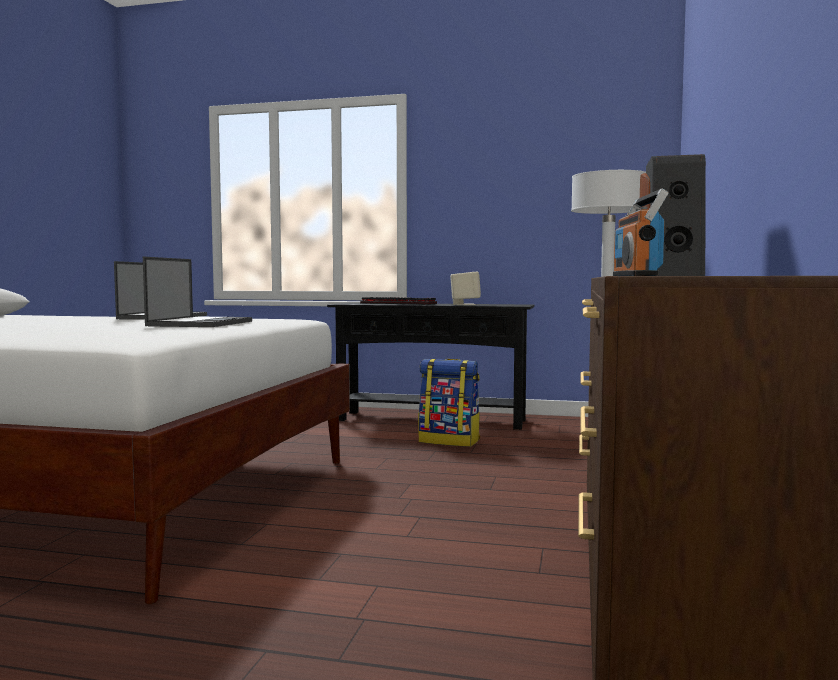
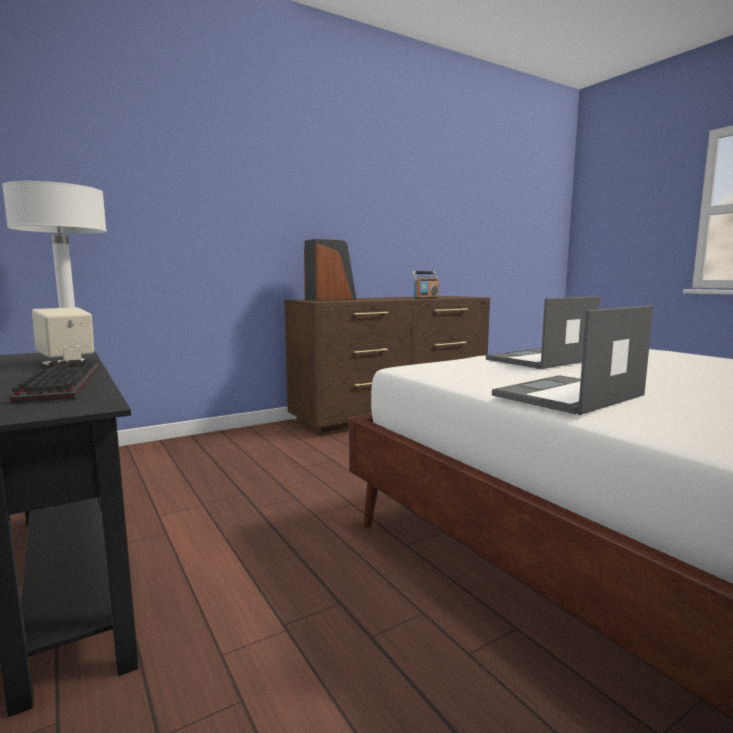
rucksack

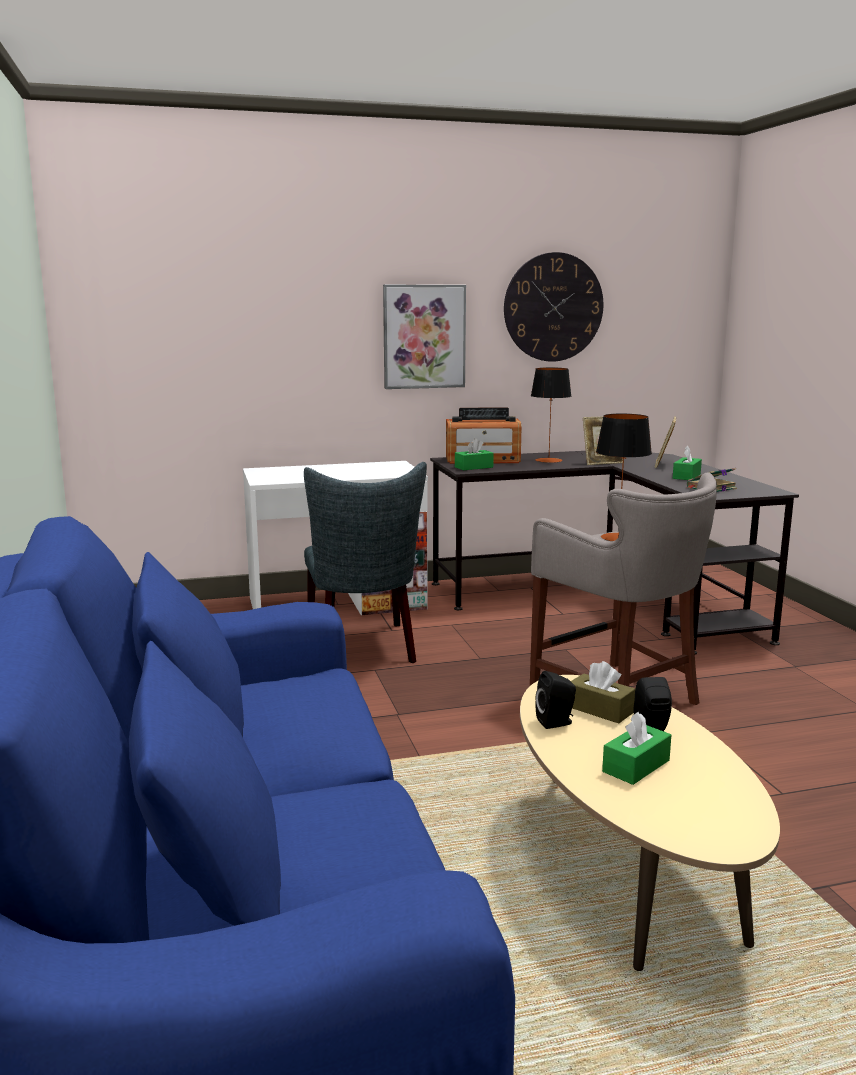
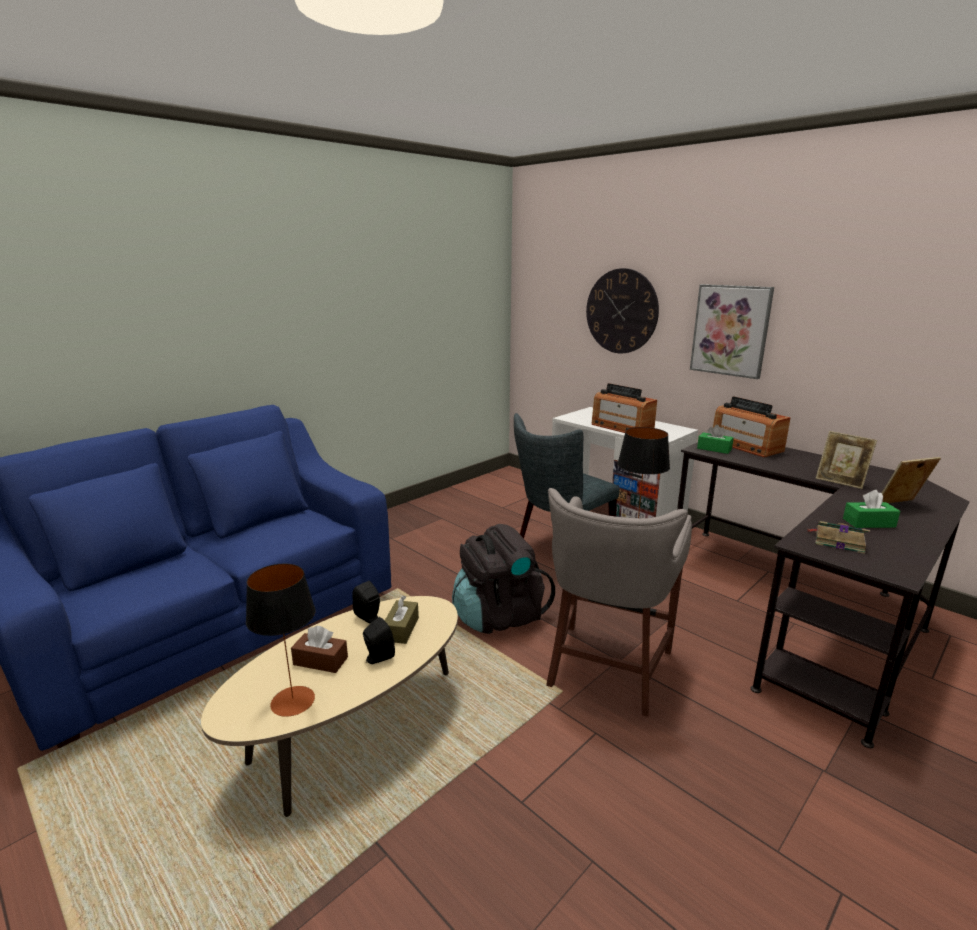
wall clock
table lamp (no. 1 from left)
tissue box (brown) (no. 1 from left)
radio set (no. 1 from left)
rucksack (blackish)

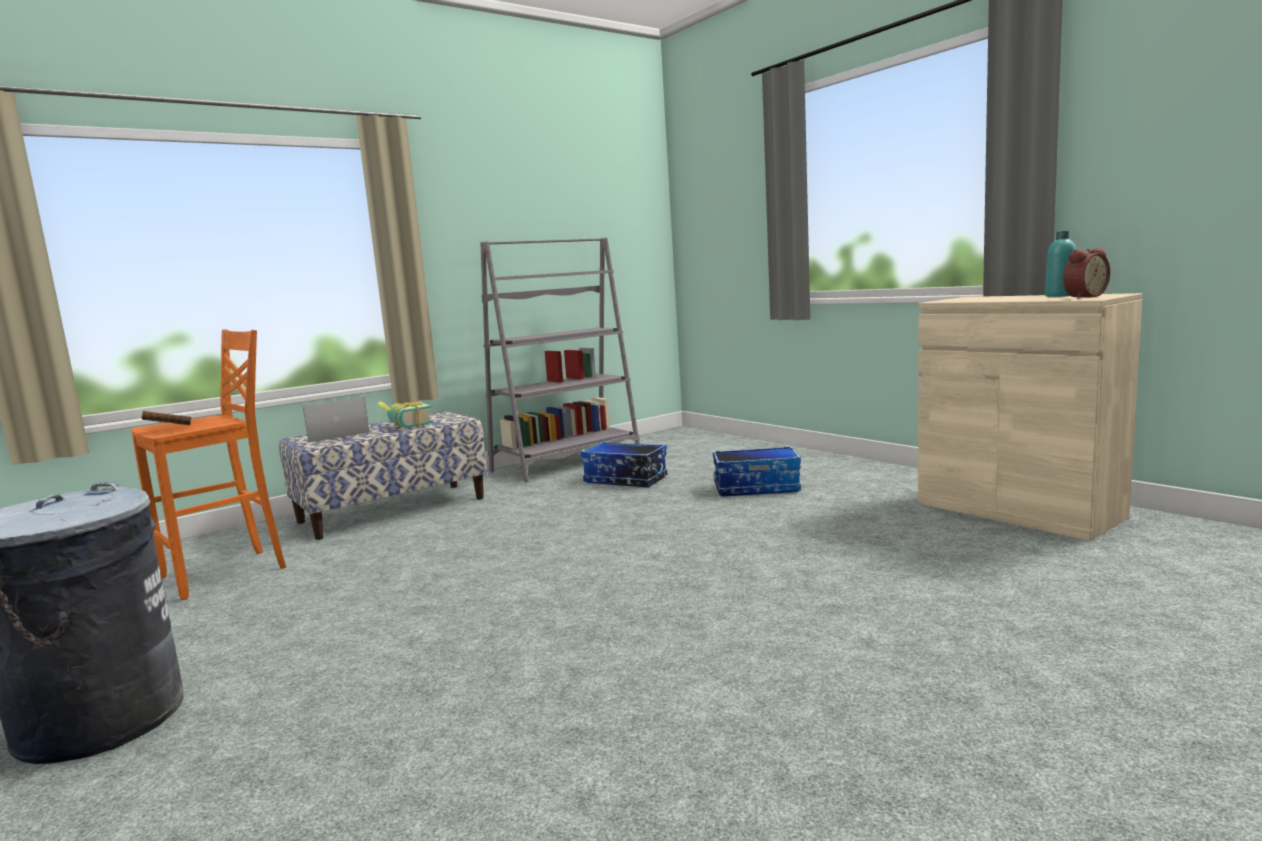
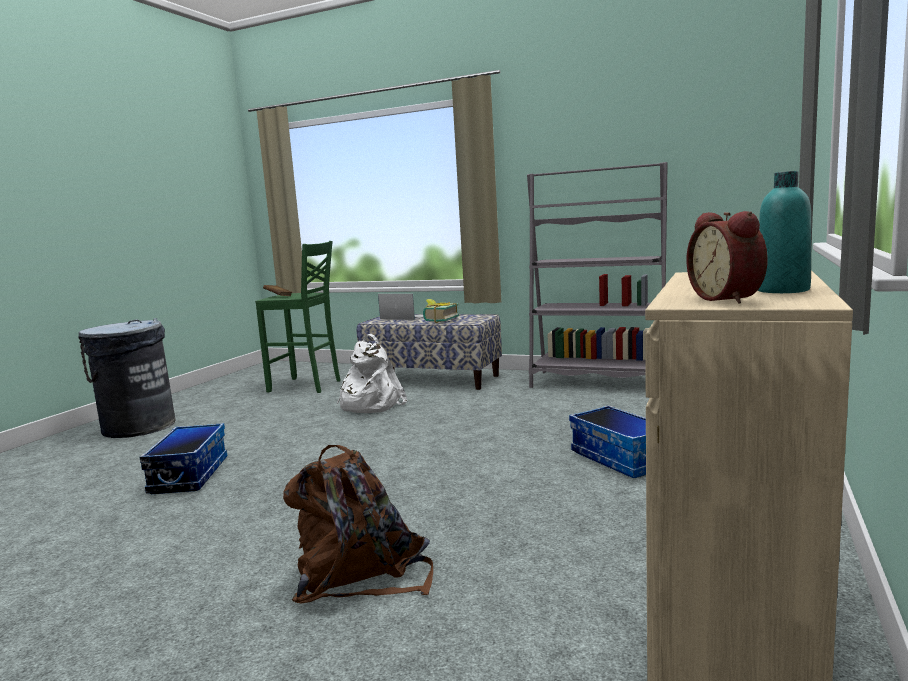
alarm clock
stool seat (greenish)
storage bin (no. 1 from left)
rucksack (whitish)
rucksack (brown)

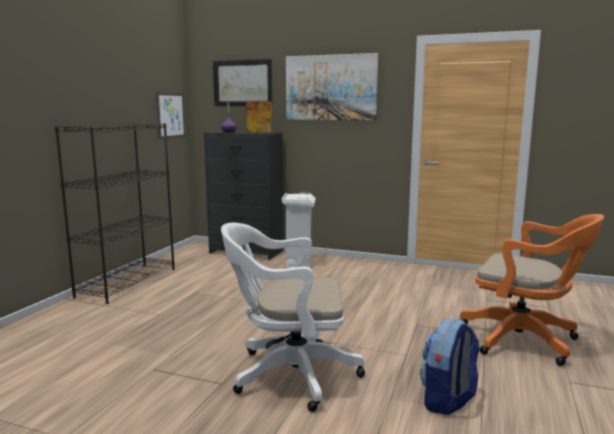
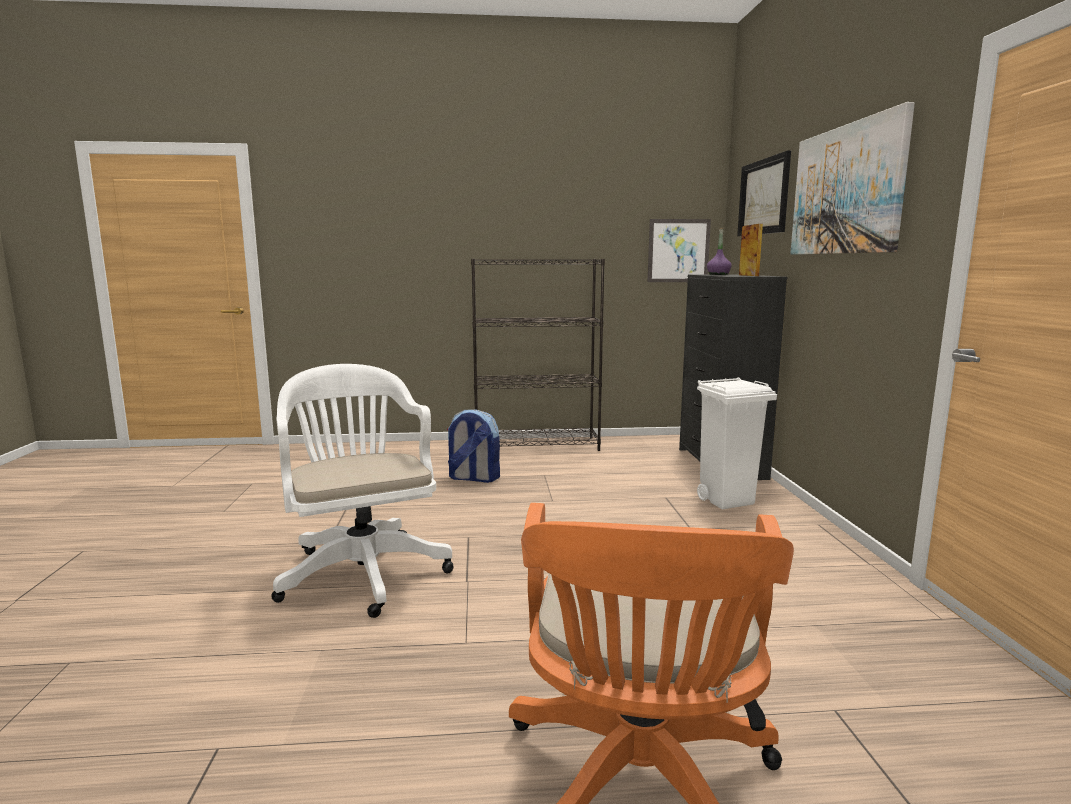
rucksack

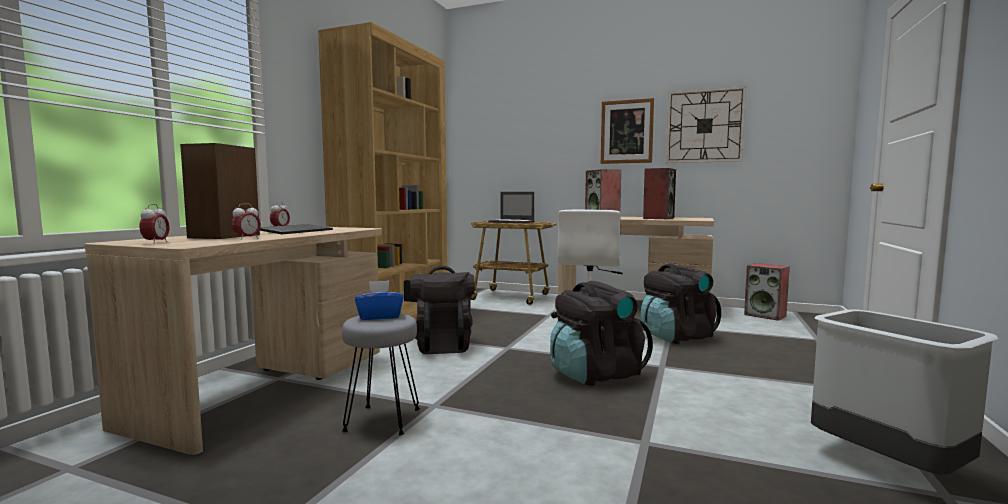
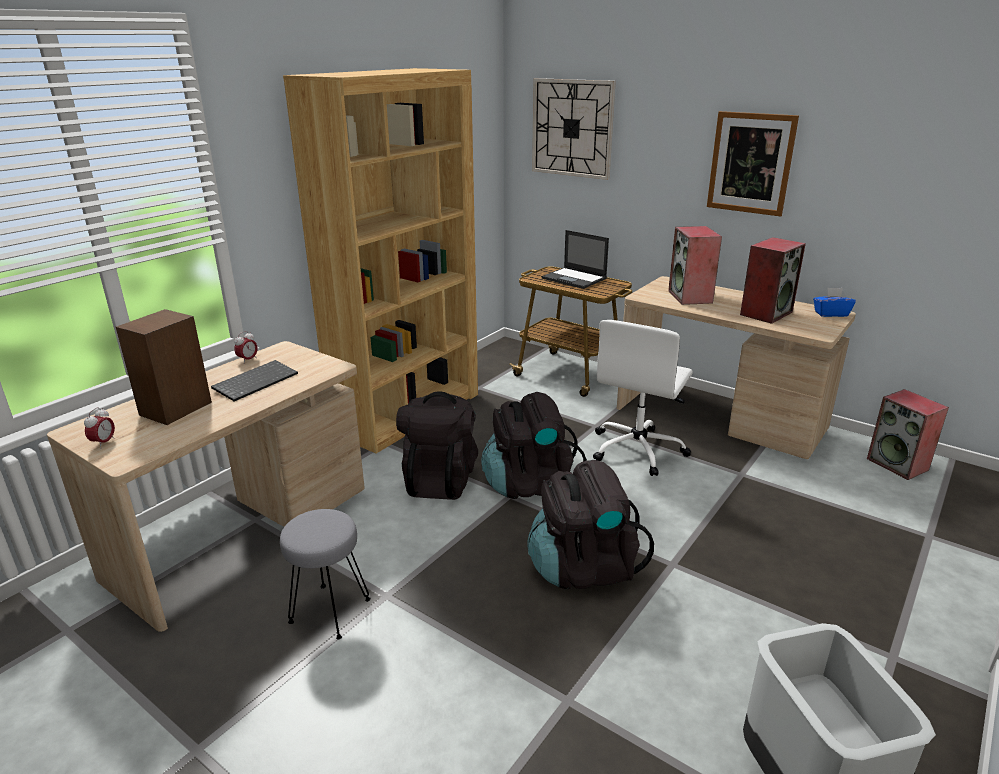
wall clock
alarm clock (no. 2 from left in the first image)
rucksack (blackish) (no. 2 from left)
tissue box (blue)

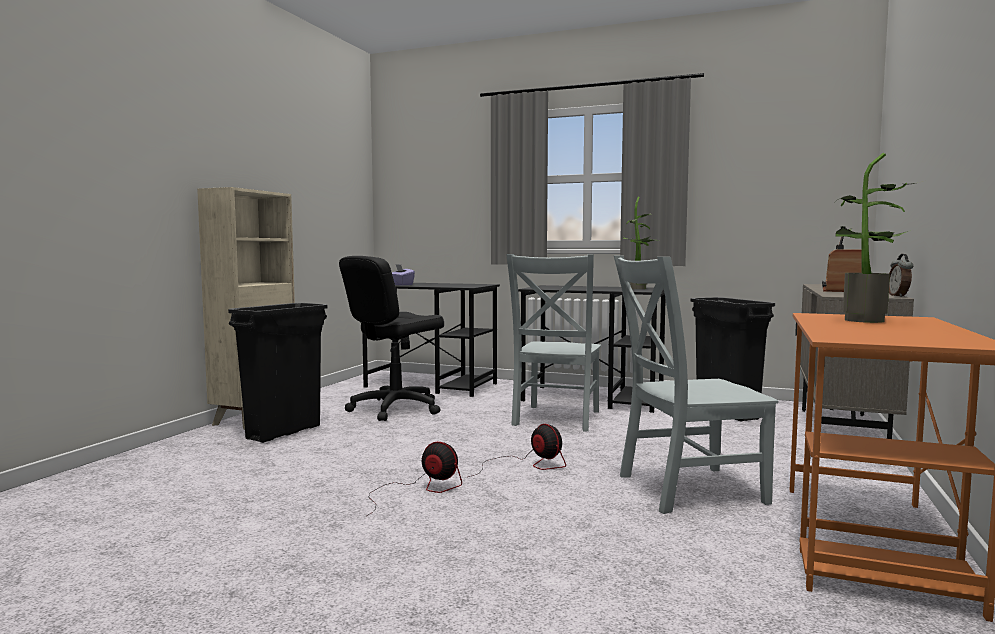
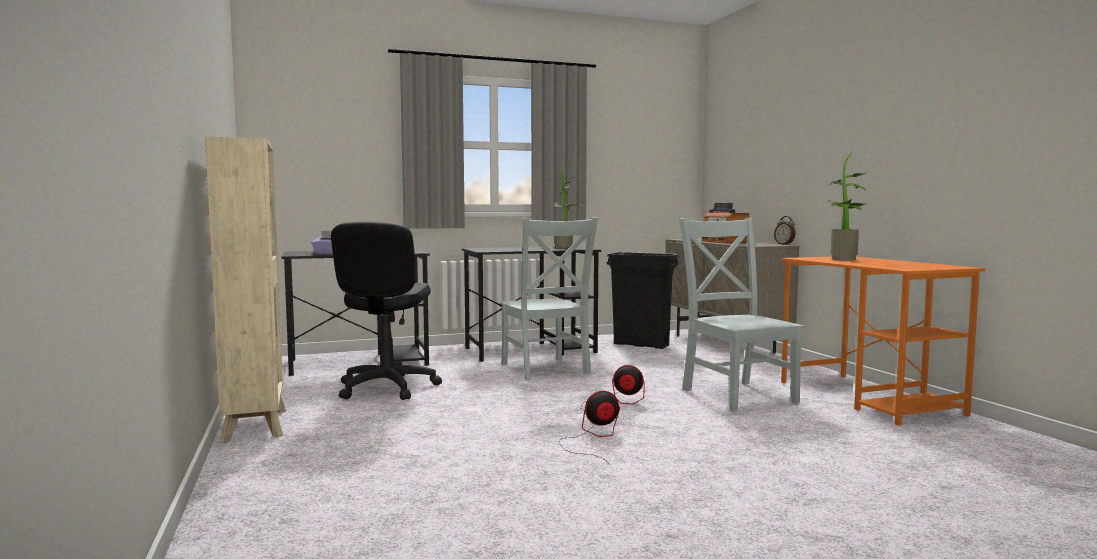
plain chair (greyish) (no. 2 from left)
waste bin (blackish) (no. 1 from left in the first image)

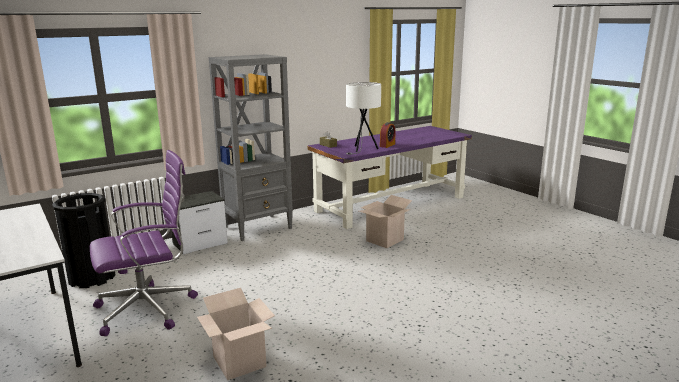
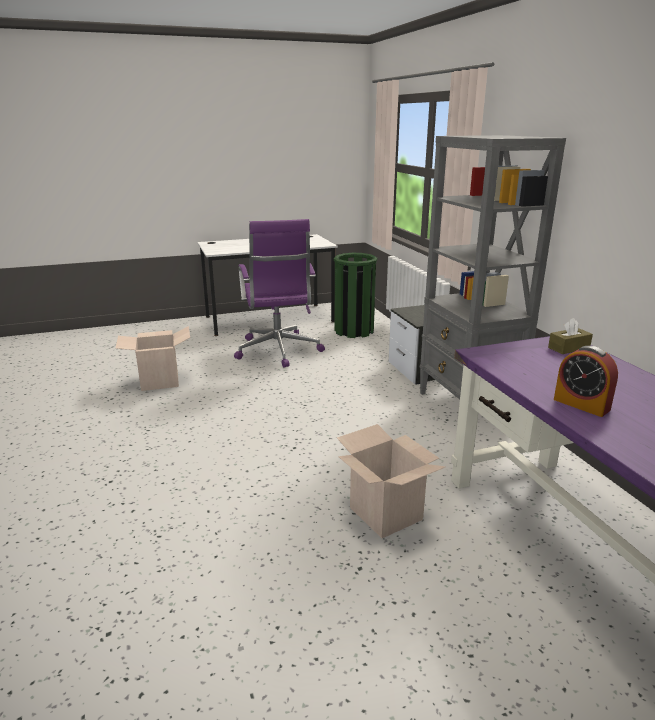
table lamp (whitish)
waste bin (greenish)

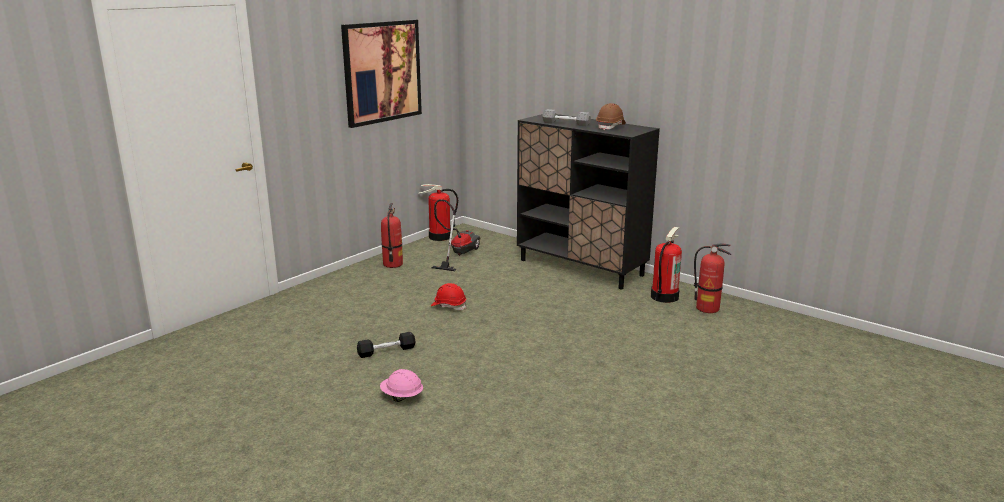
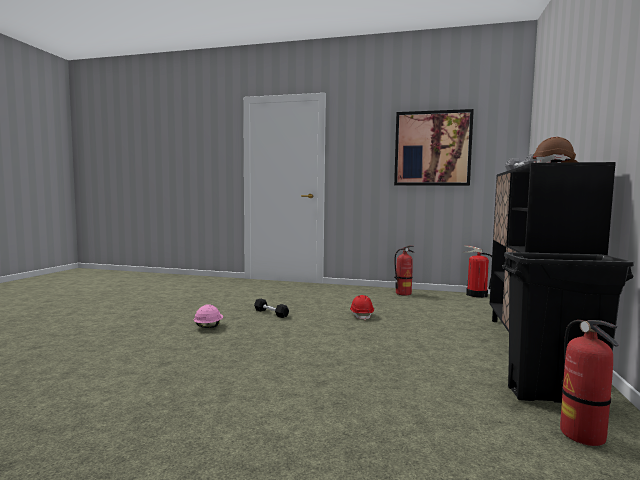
vacuum
waste bin (blackish)

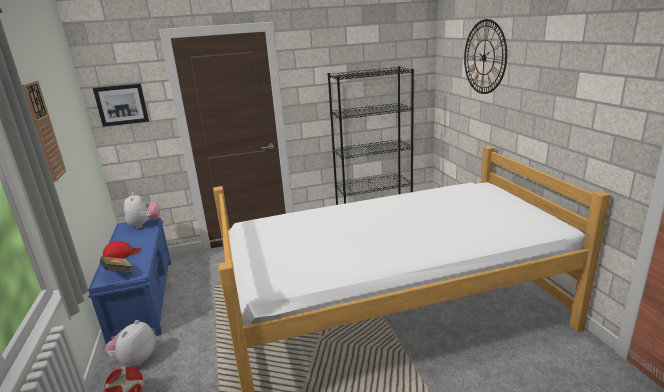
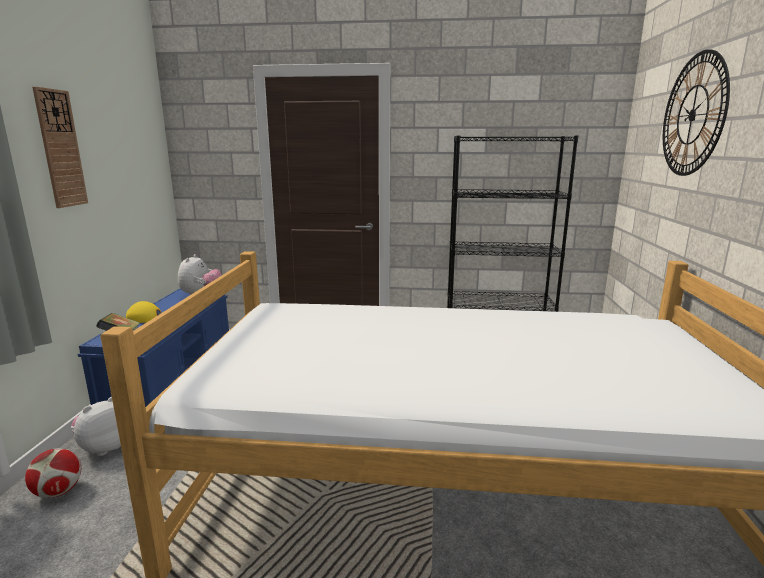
wall art
peaked cap (yellow)

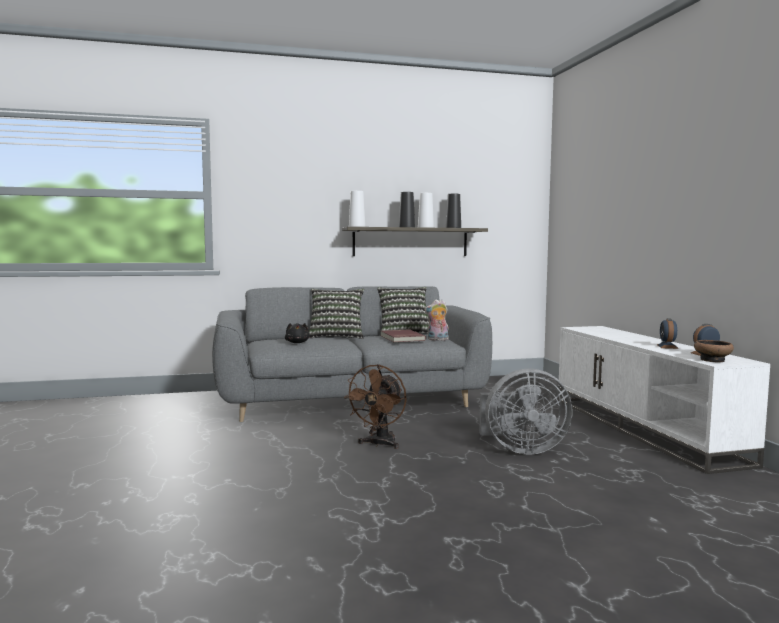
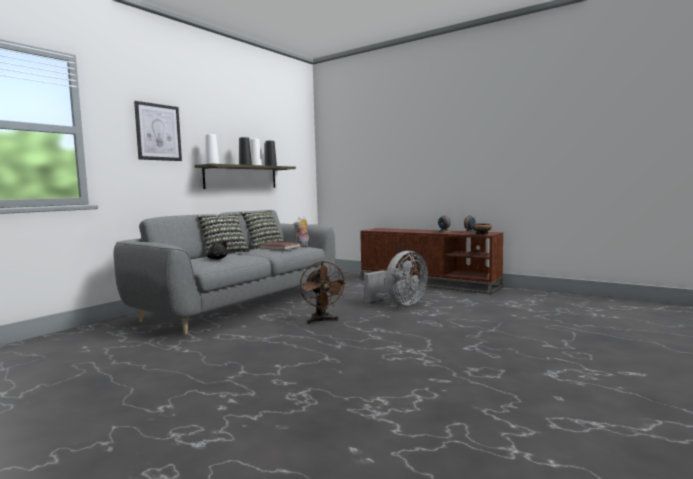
media console (brown)
wall art

